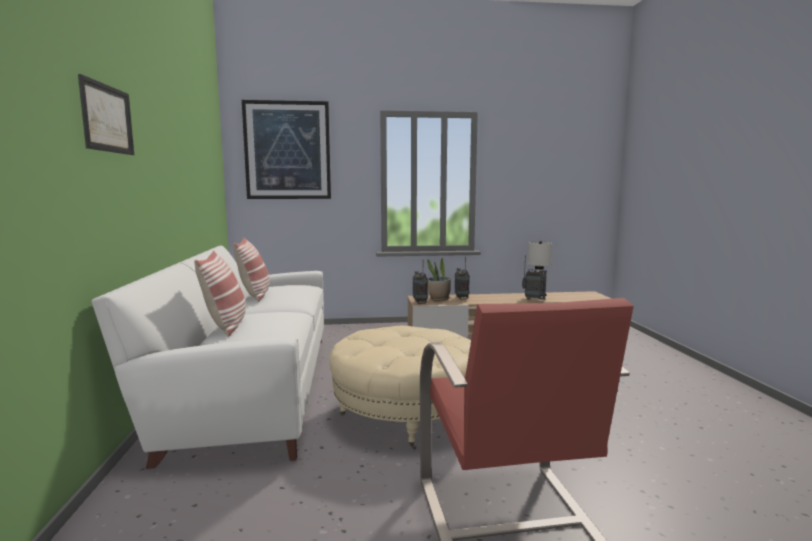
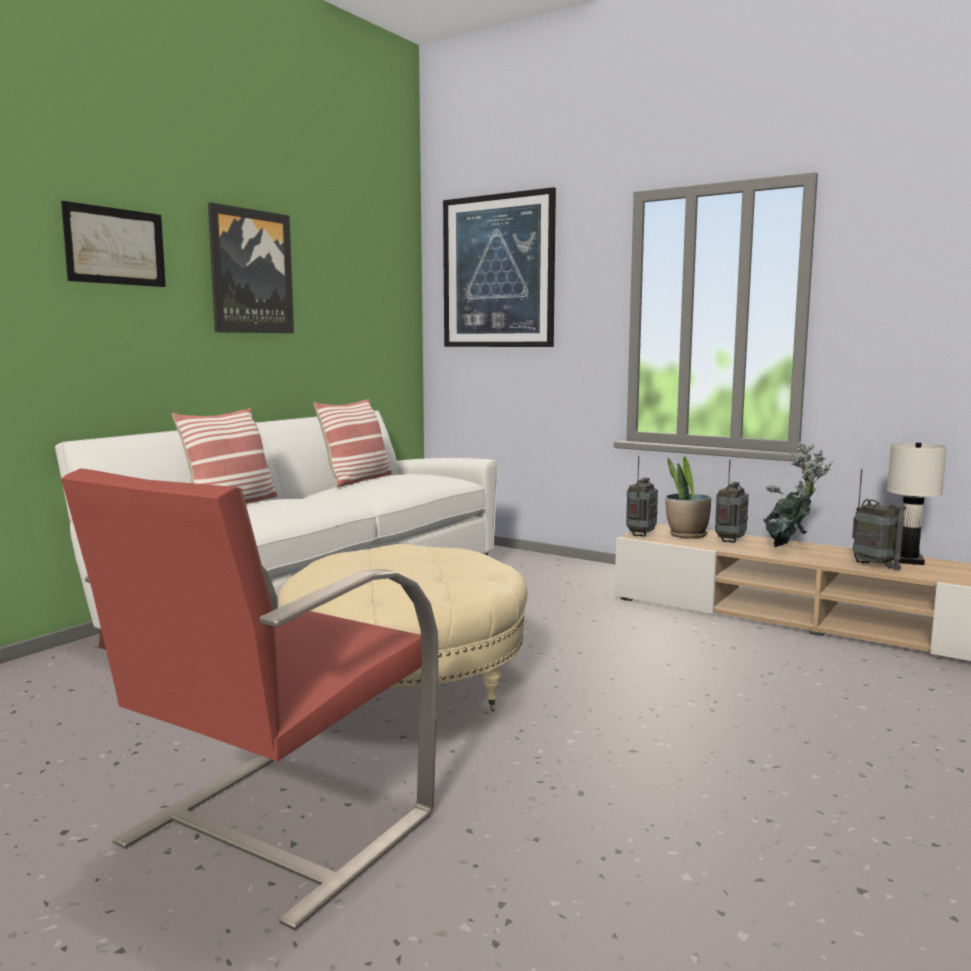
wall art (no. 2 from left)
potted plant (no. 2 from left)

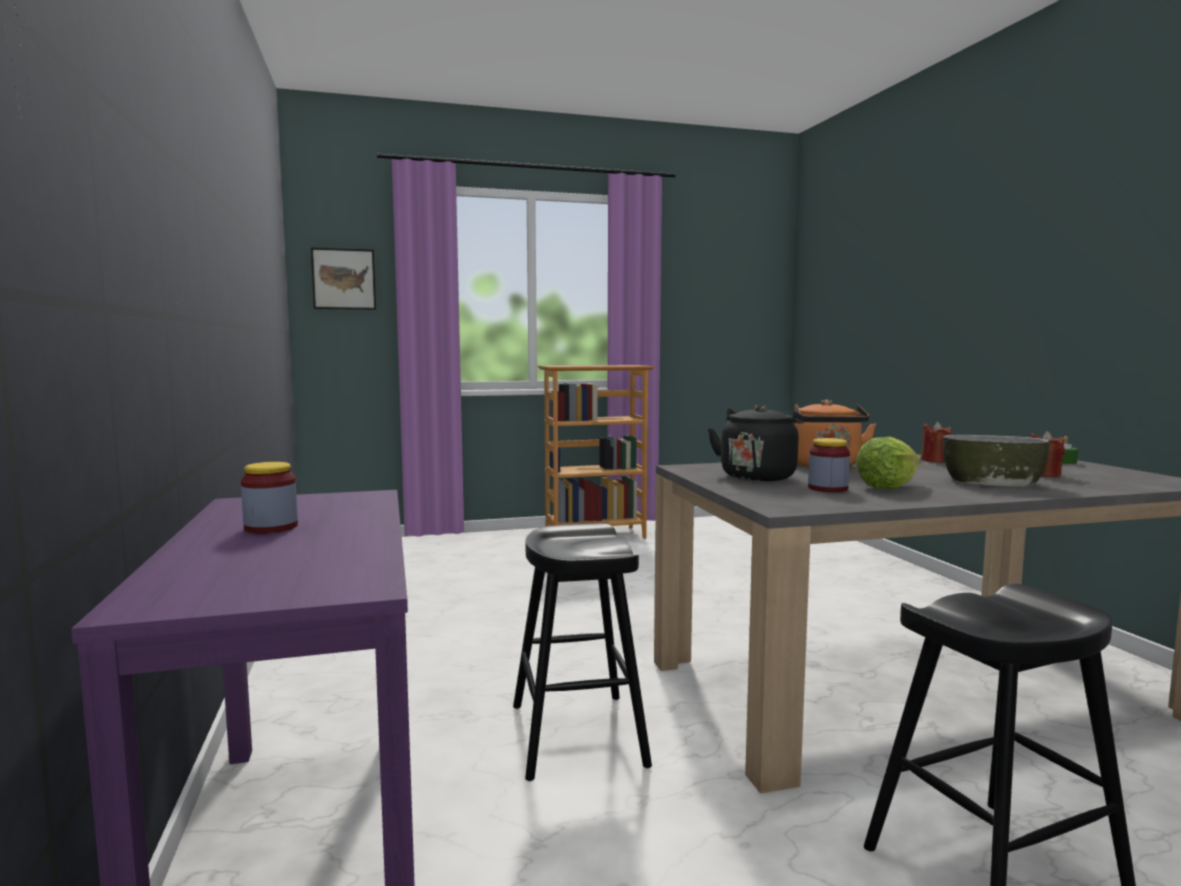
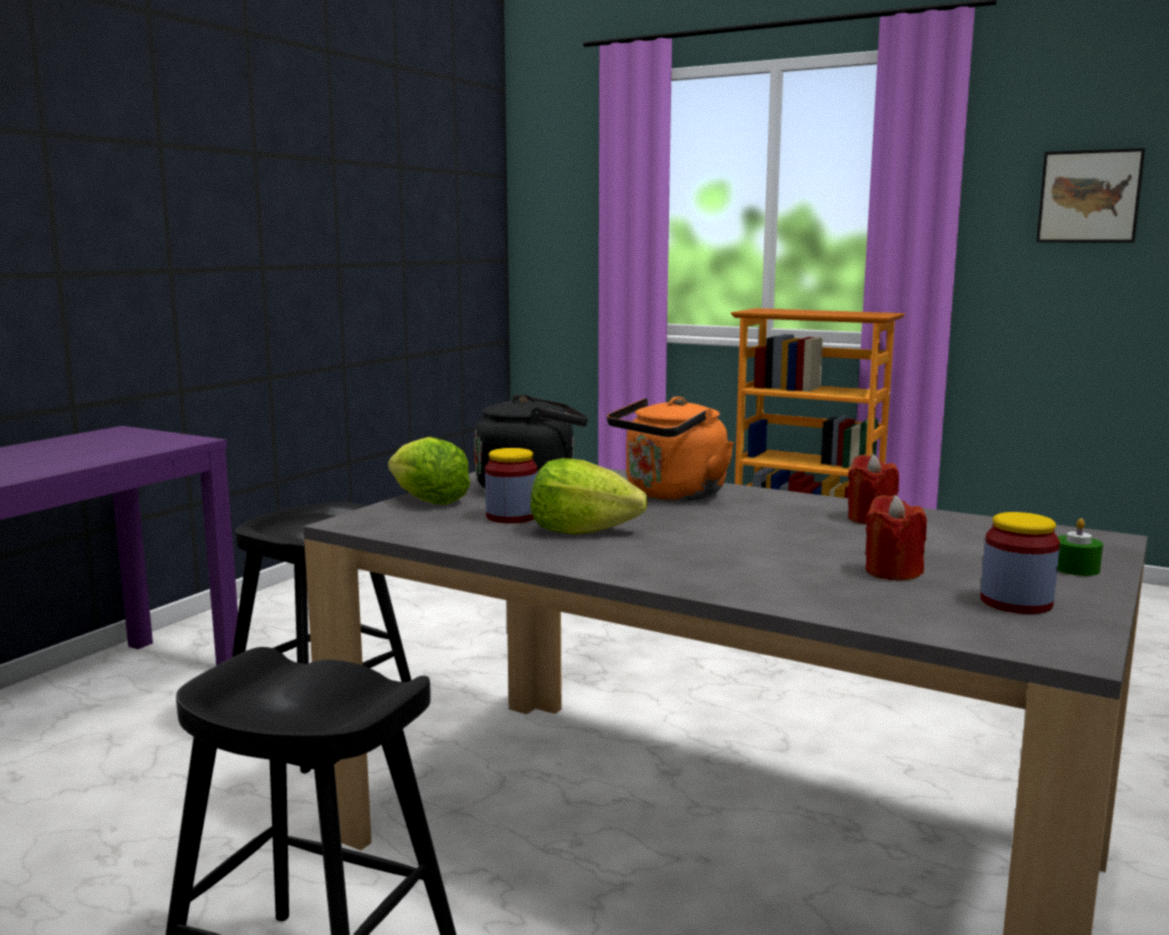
wall art
deep dish
preserve jar (no. 2 from left)
lettuce (no. 1 from left)

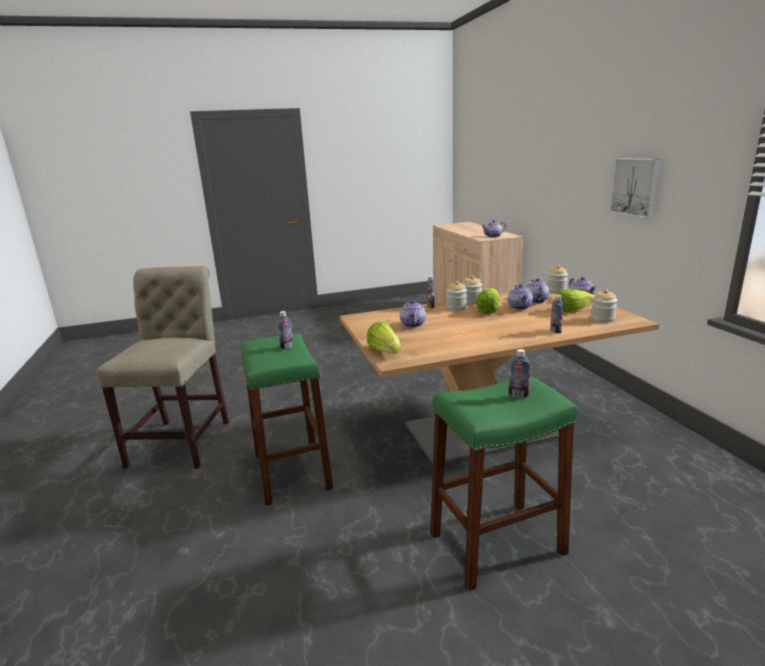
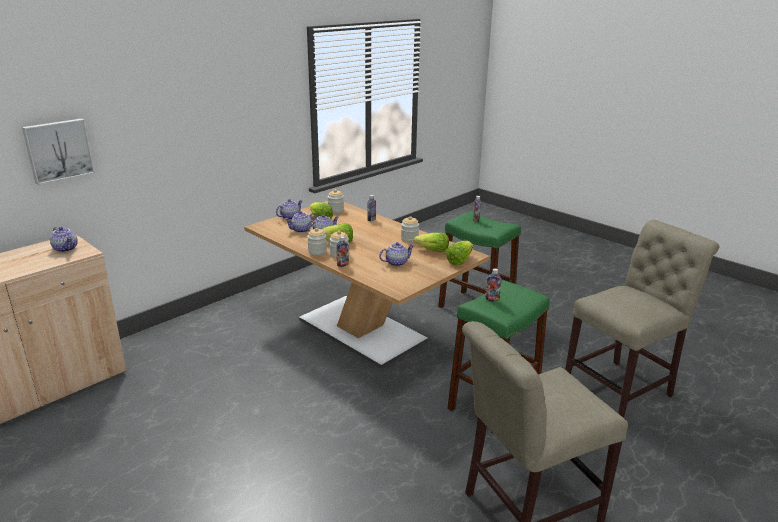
wall art
preserve jar (no. 4 from left)
plain chair (sand-coloured) (no. 2 from left)
lettuce (no. 3 from left)

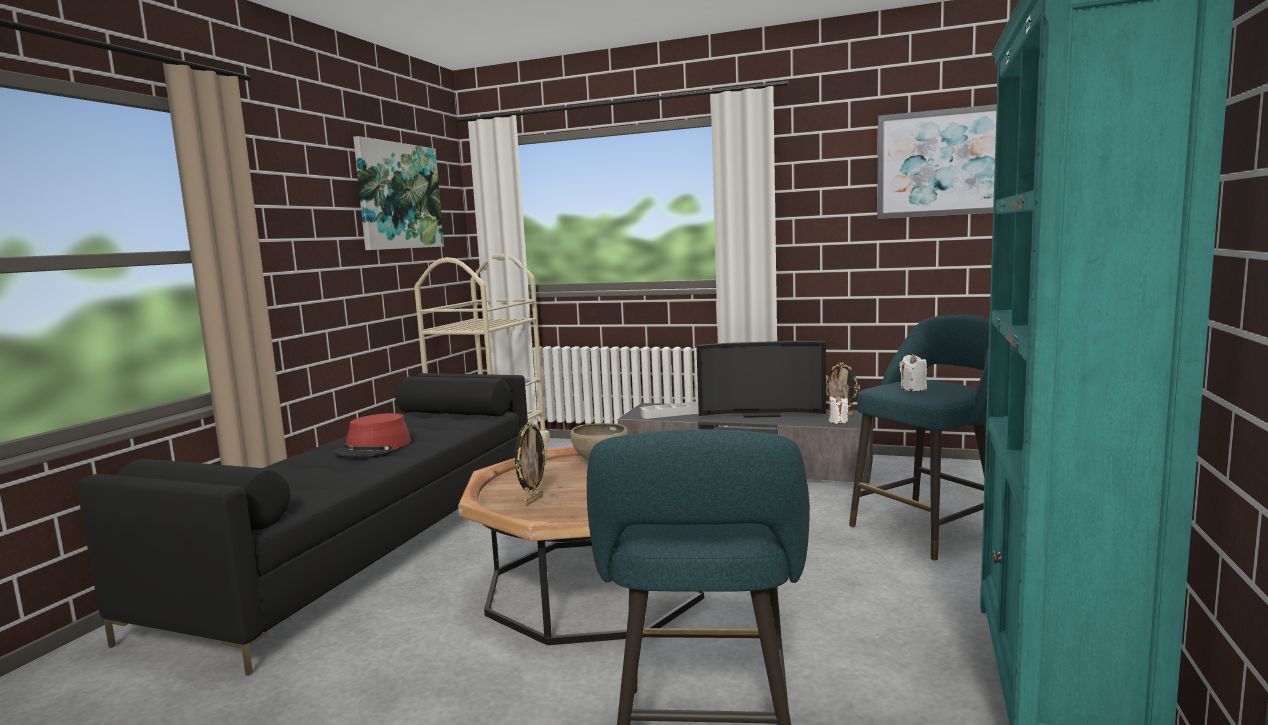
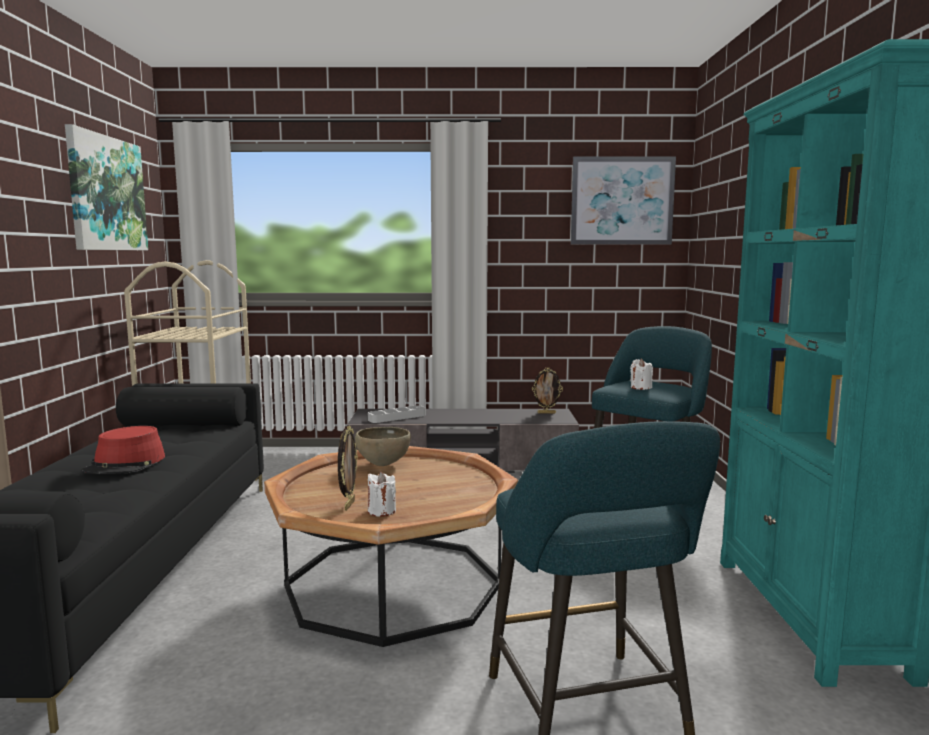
television
wax light (whitish) (no. 1 from left)

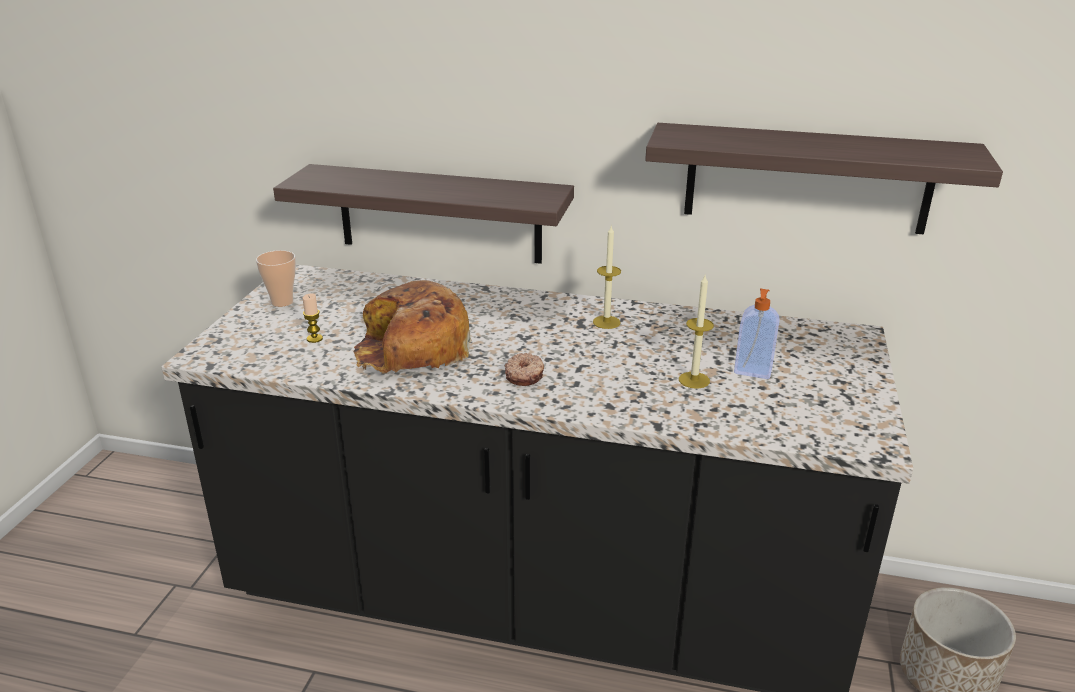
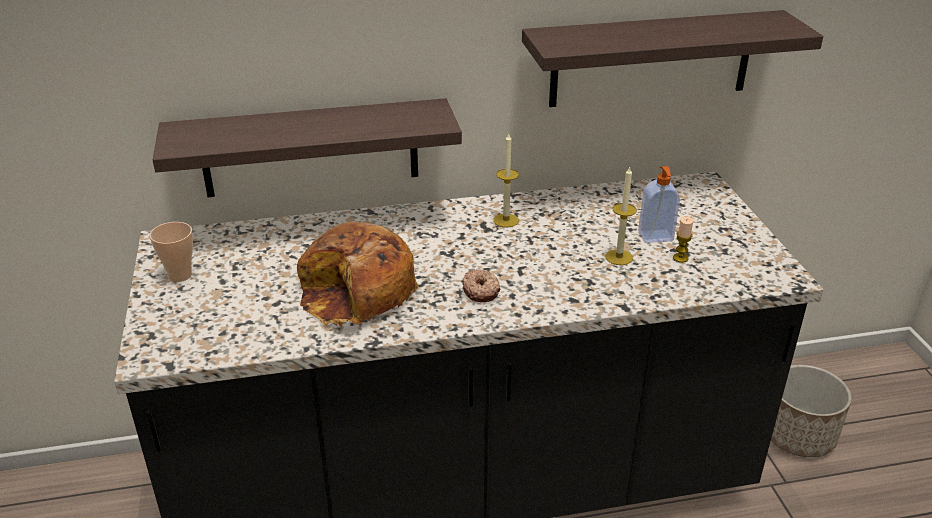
wax light (no. 3 from left)

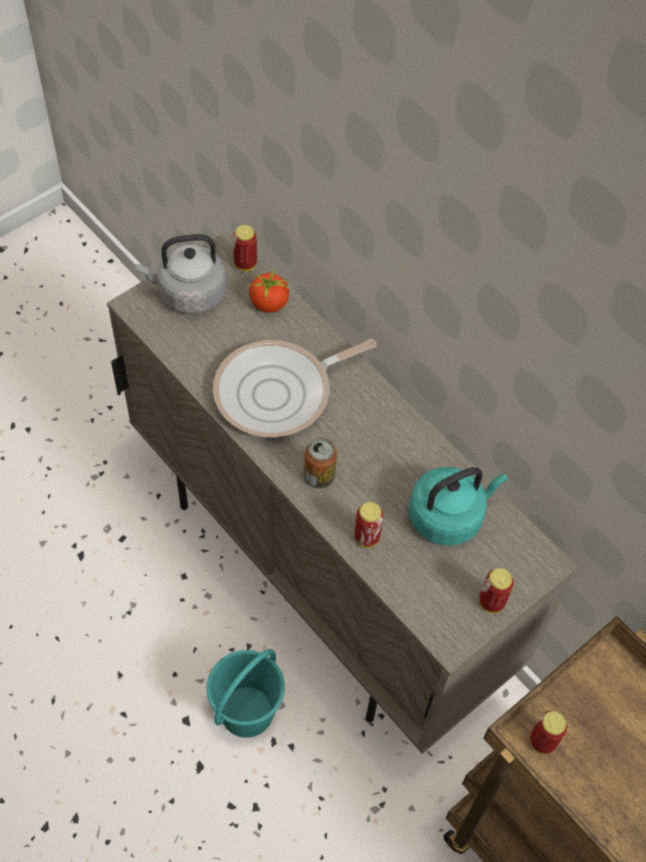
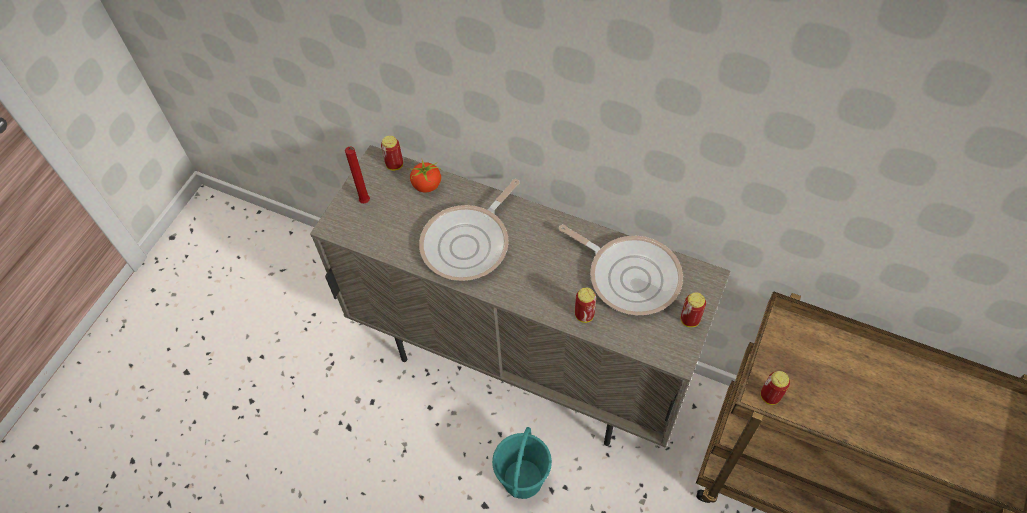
wax light (reddish)
can (no. 2 from left in the first image)
skillet (no. 2 from left)

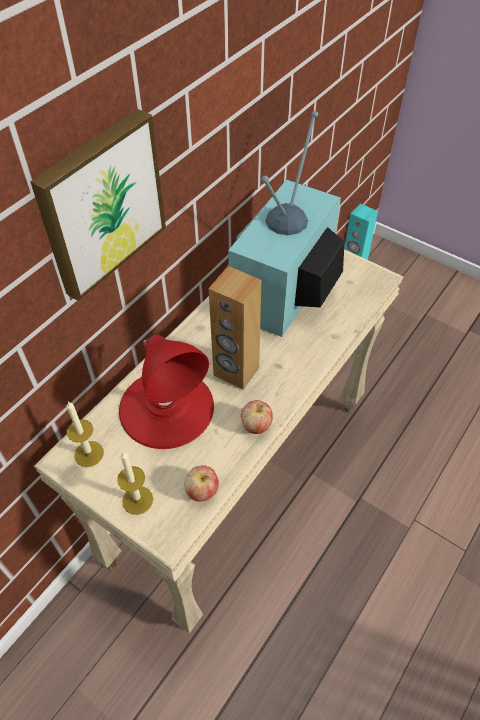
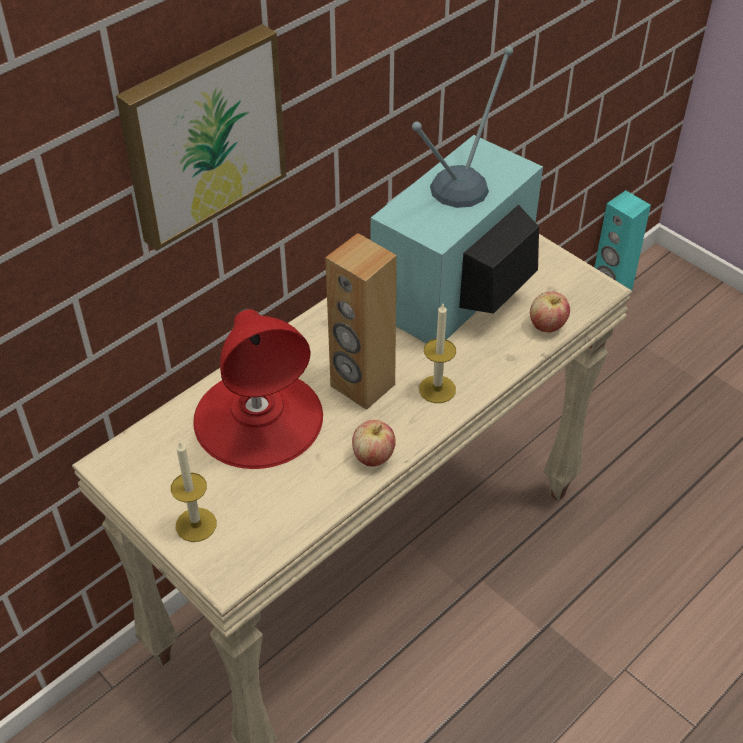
wax light (no. 2 from left)
apple (no. 2 from left)

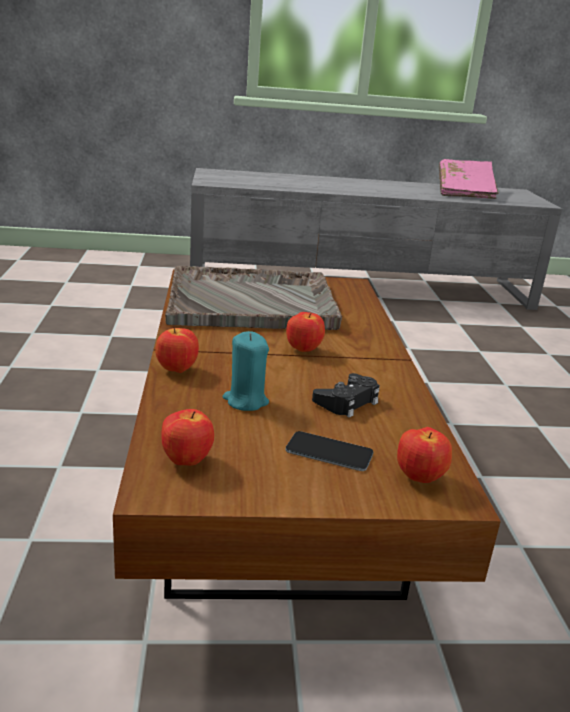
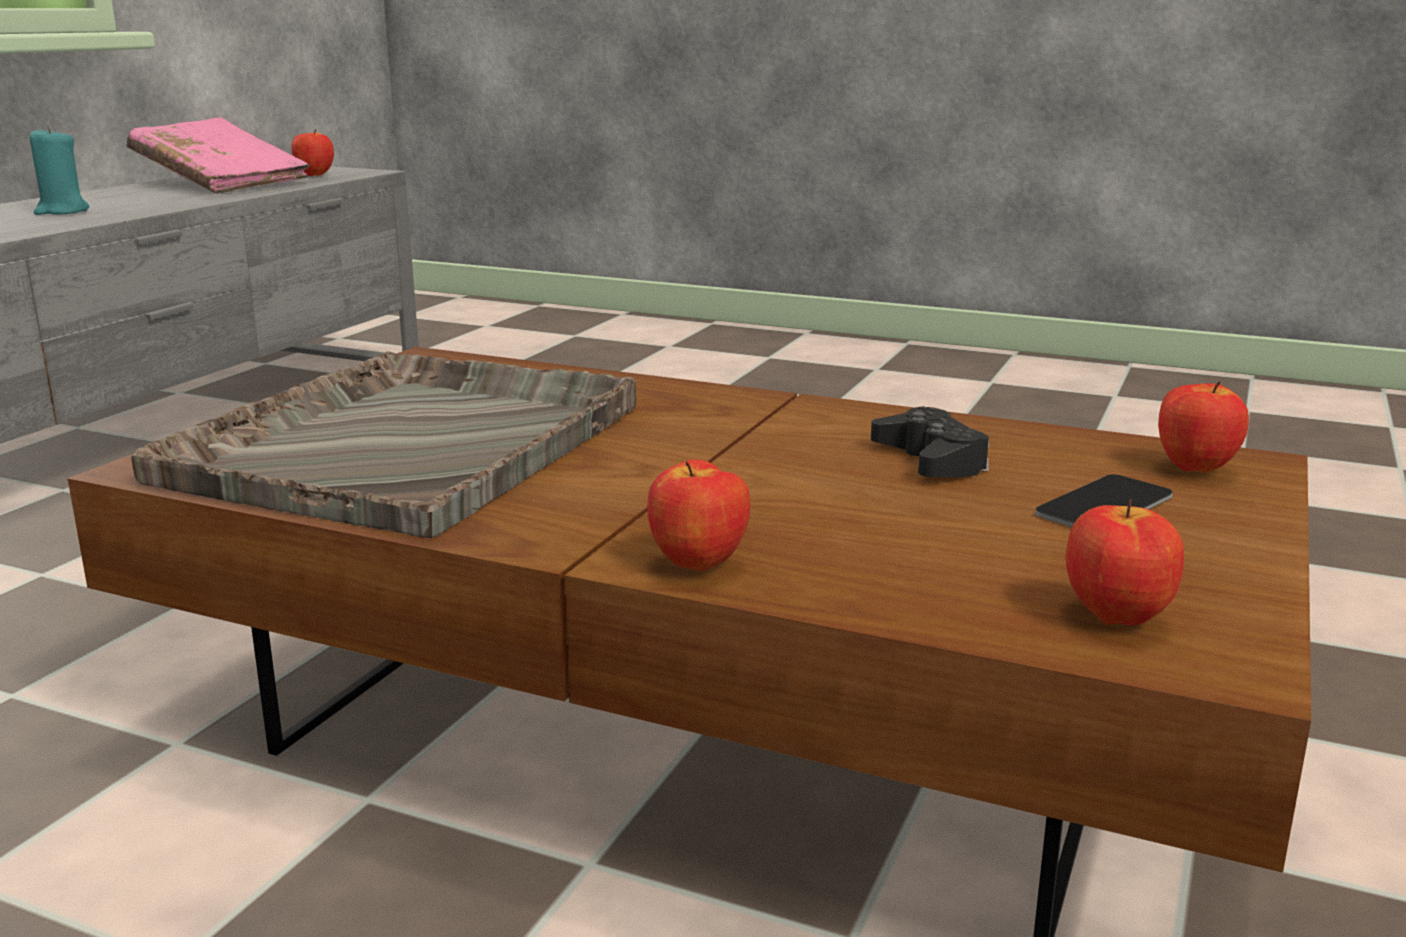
apple (no. 1 from left)
wax light (blue-green)

